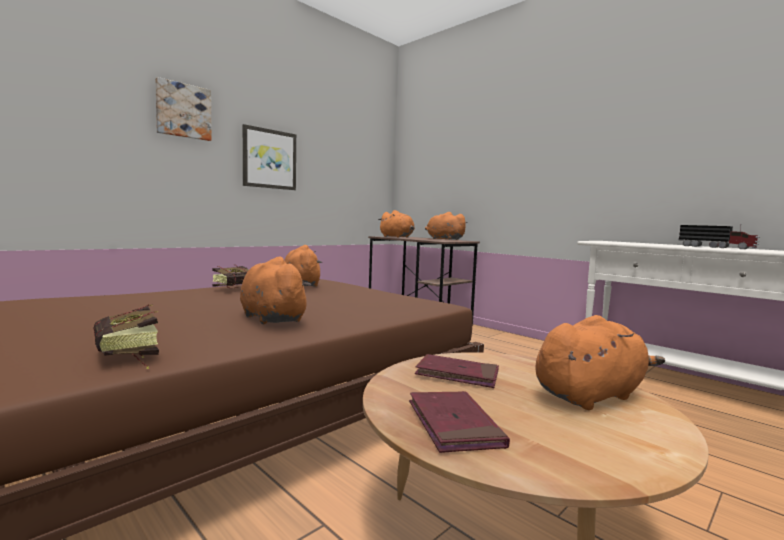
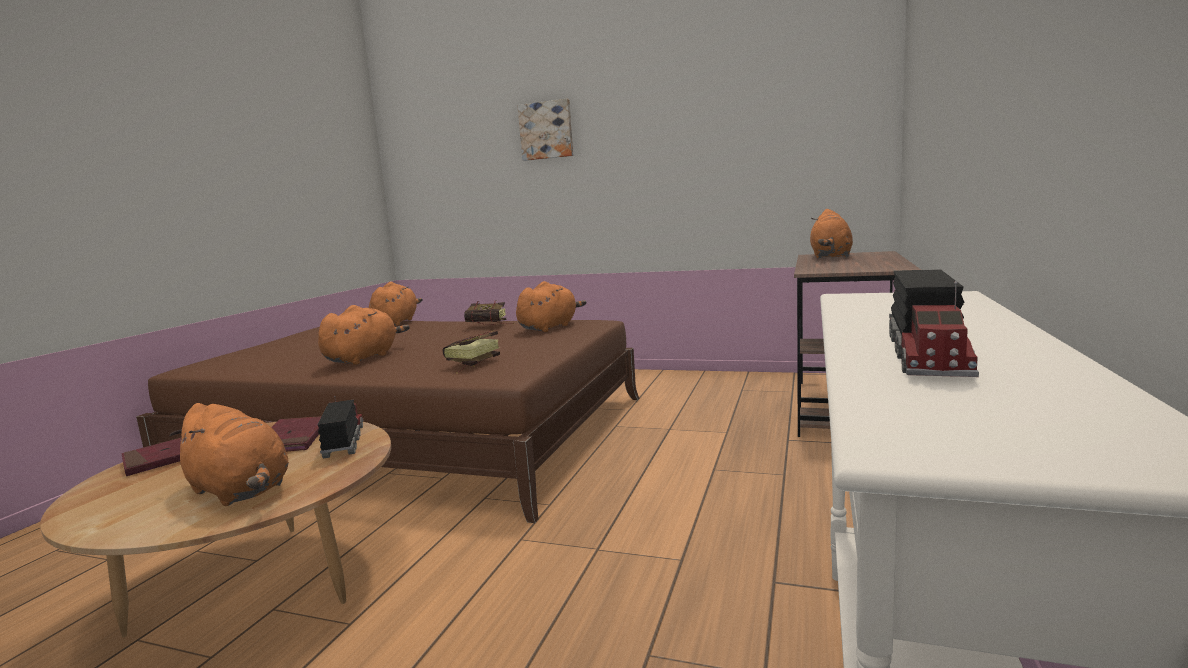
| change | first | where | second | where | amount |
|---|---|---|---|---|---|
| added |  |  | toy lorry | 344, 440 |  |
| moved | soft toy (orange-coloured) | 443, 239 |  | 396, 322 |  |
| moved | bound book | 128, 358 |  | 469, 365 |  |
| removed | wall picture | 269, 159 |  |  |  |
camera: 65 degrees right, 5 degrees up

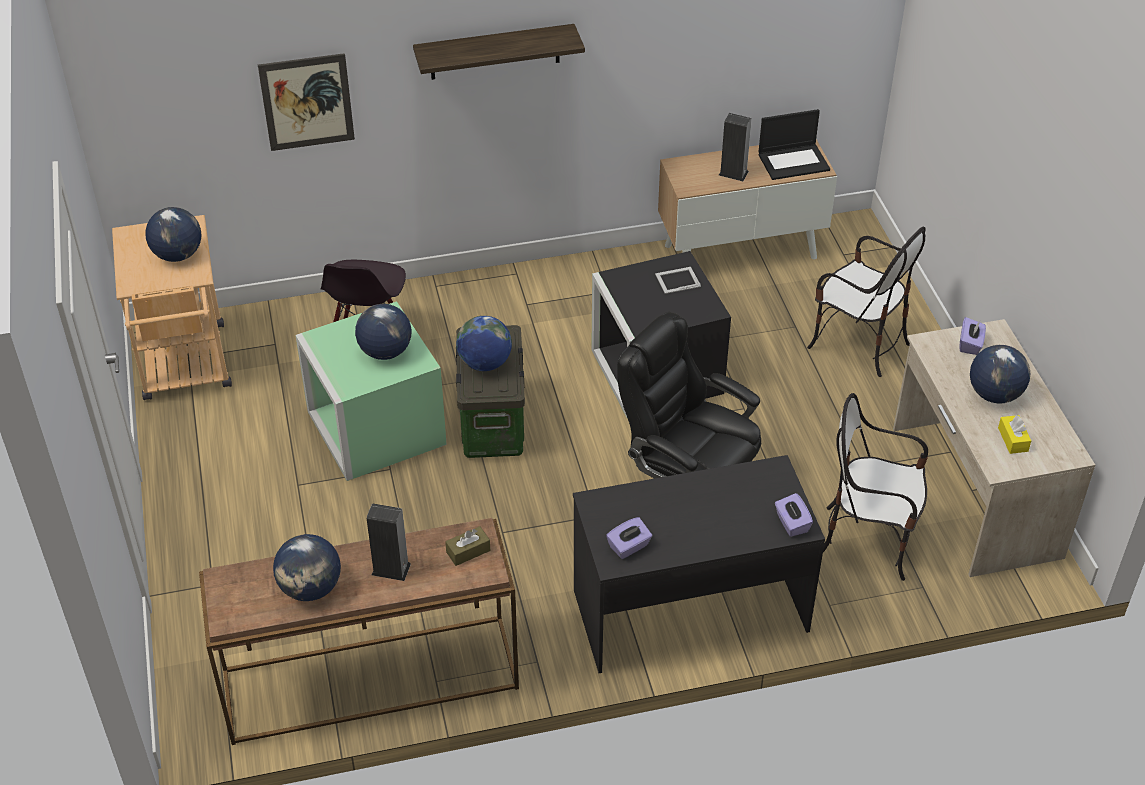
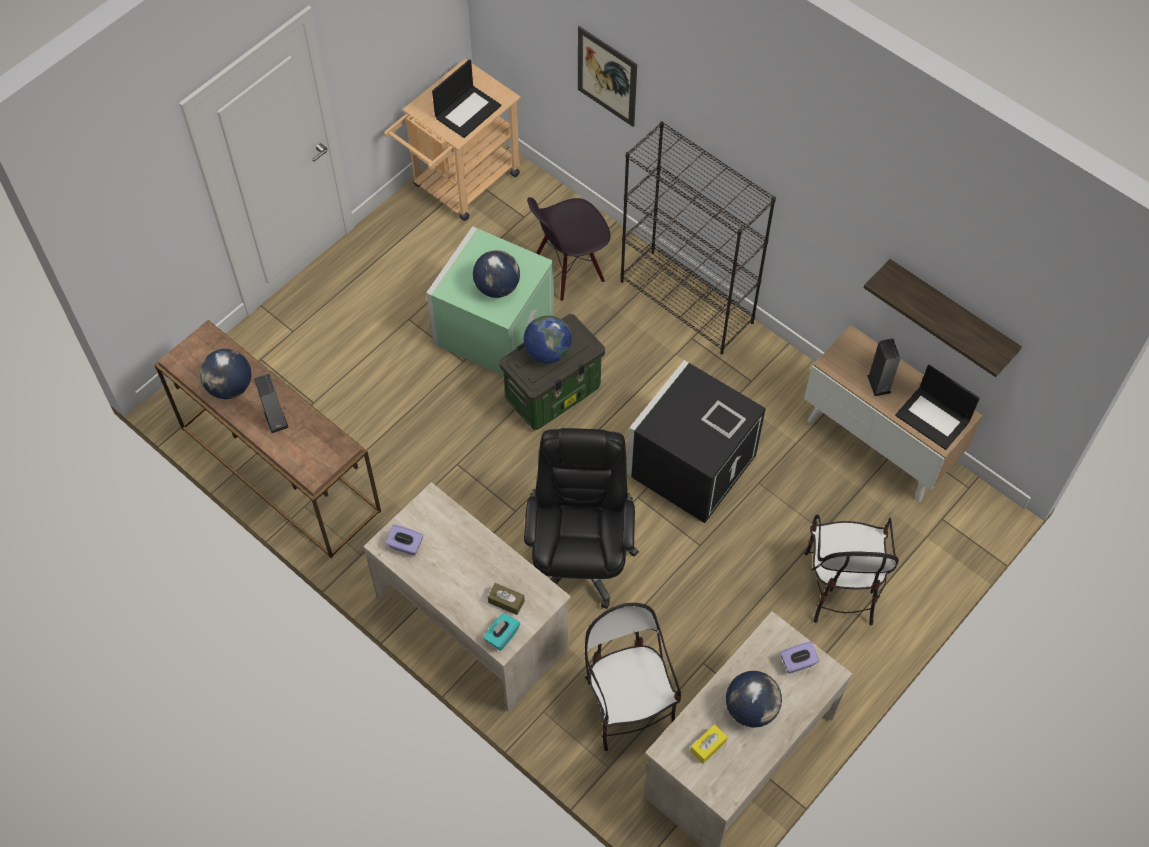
| change | first | where | second | where | amount |
|---|---|---|---|---|---|
| recoloured | desk unit (black) | 689, 609 | desk unit (sand-coloured) | 473, 621 |  |
| replaced | desk globe | 177, 255 | notebook computer | 468, 111 |  |
| recoloured | tissue box (purple) | 791, 523 | tissue box (blue-green) | 502, 636 |  |
| moved | tissue box (brownish) | 468, 551 |  | 506, 601 |  |
| added |  |  | bookcase (black) | 687, 302 |  |
| moved | wall shelf | 495, 52 |  | 950, 313 |  |
camera: 55 degrees right, 15 degrees up

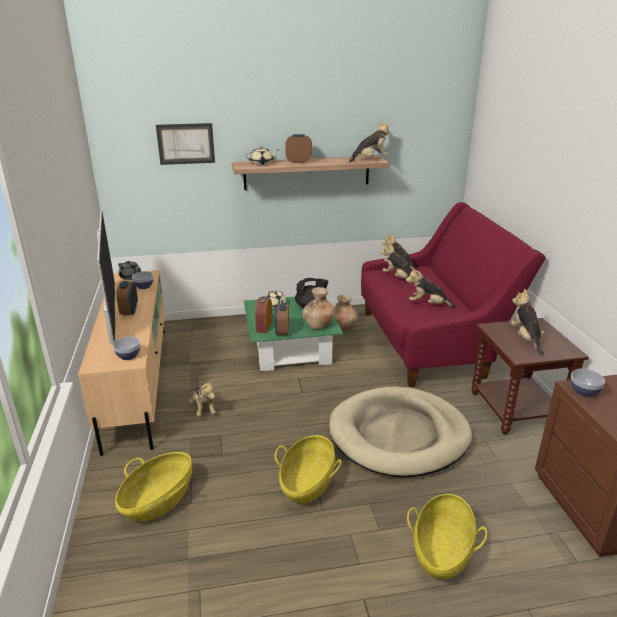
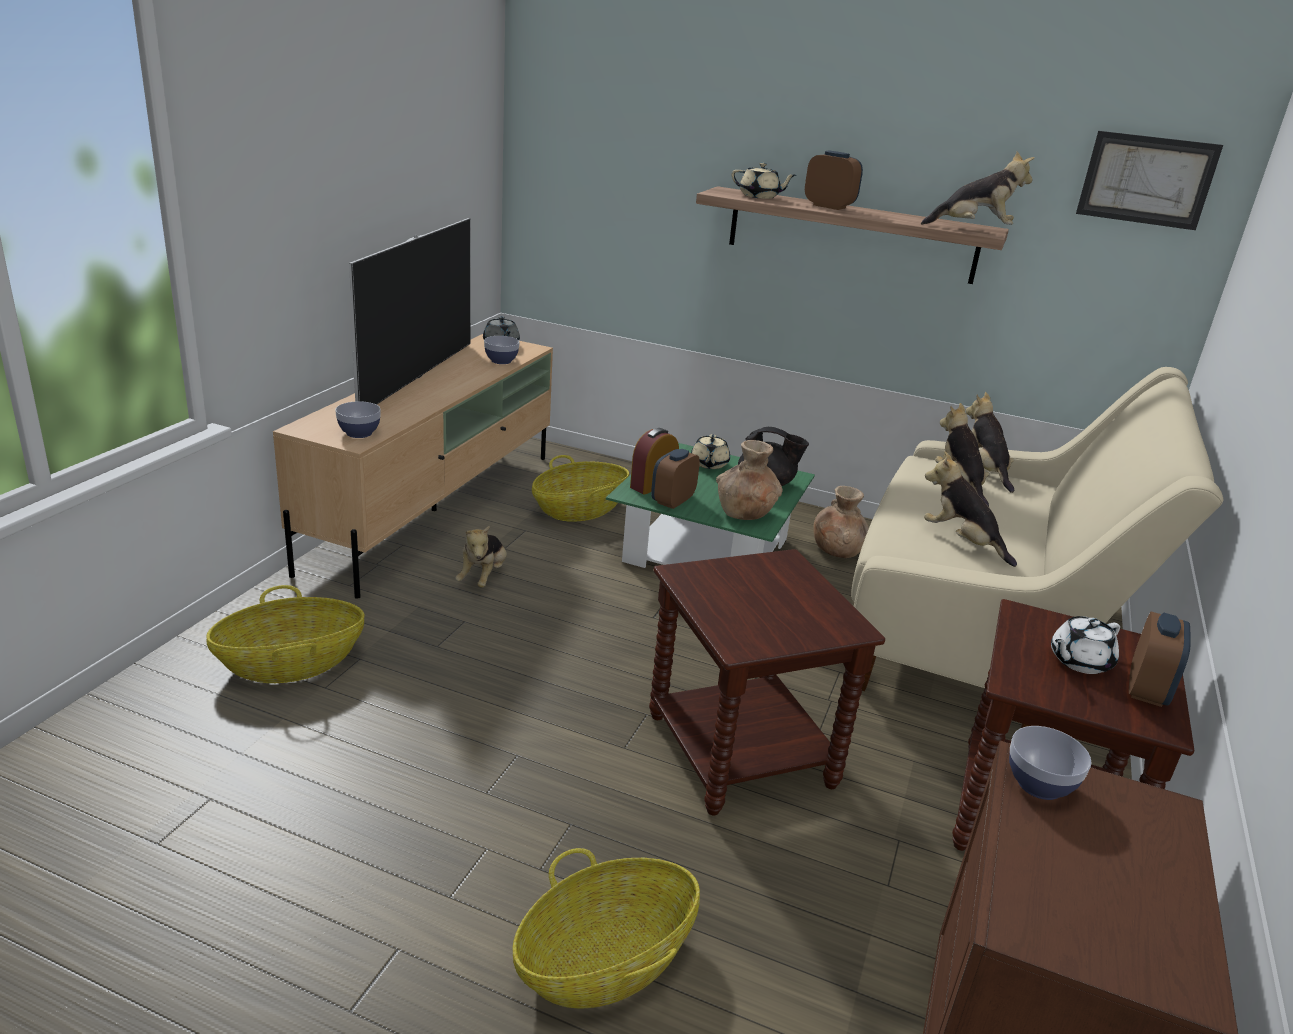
| change | first | where | second | where | amount |
|---|---|---|---|---|---|
| moved | storage basket | 307, 483 |  | 580, 509 |  |
| replaced | dog bed (sand-coloured) | 399, 435 | accent table (brownish) | 742, 751 |  |
| recoloured | settee (red-coloured) | 430, 341 | settee (sand-coloured) | 982, 634 |  |
| replaced | soft toy | 526, 339 | teapot (whitish) | 1078, 661 |  |
| moved | wall picture | 186, 143 |  | 1146, 180 |  |
| moved | bedside clock | 129, 311 |  | 1146, 690 |  |
camera: 30 degrees right, 0 degrees up

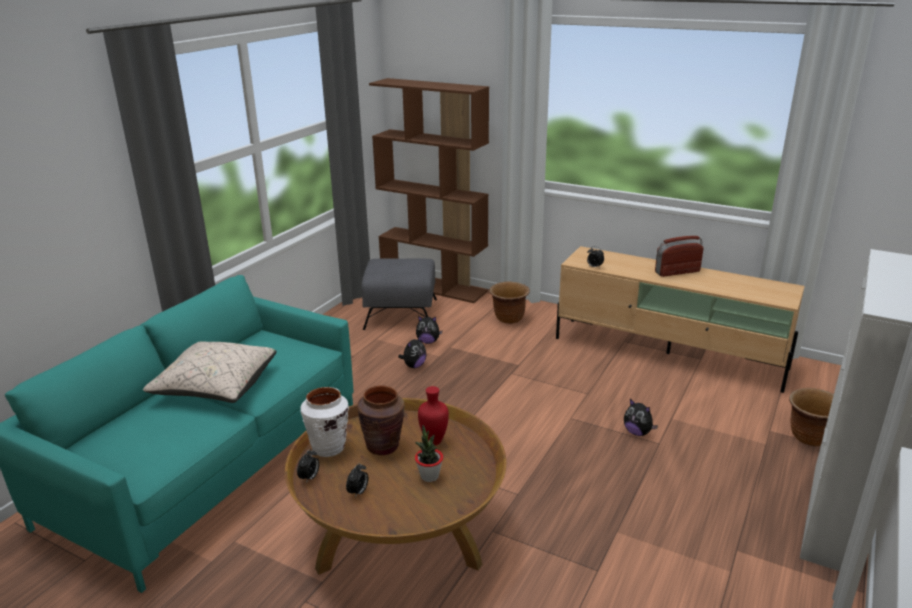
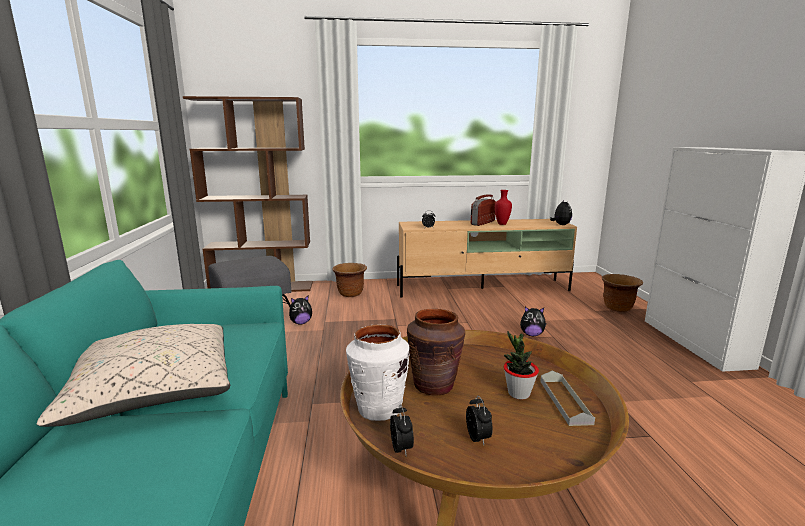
| change | first | where | second | where | amount |
|---|---|---|---|---|---|
| moved | decorative vase (red-coloured) | 434, 442 |  | 502, 224 |  |
| added |  |  | serving tray (gray) | 565, 401 |  |
| moved | soft toy | 414, 366 |  | 560, 225 |  |
camera: 35 degrees left, 10 degrees down

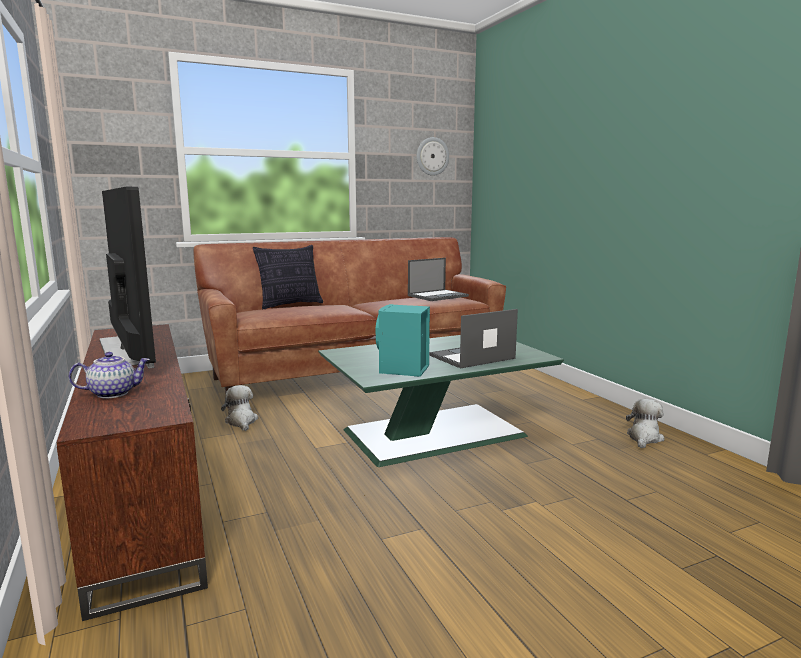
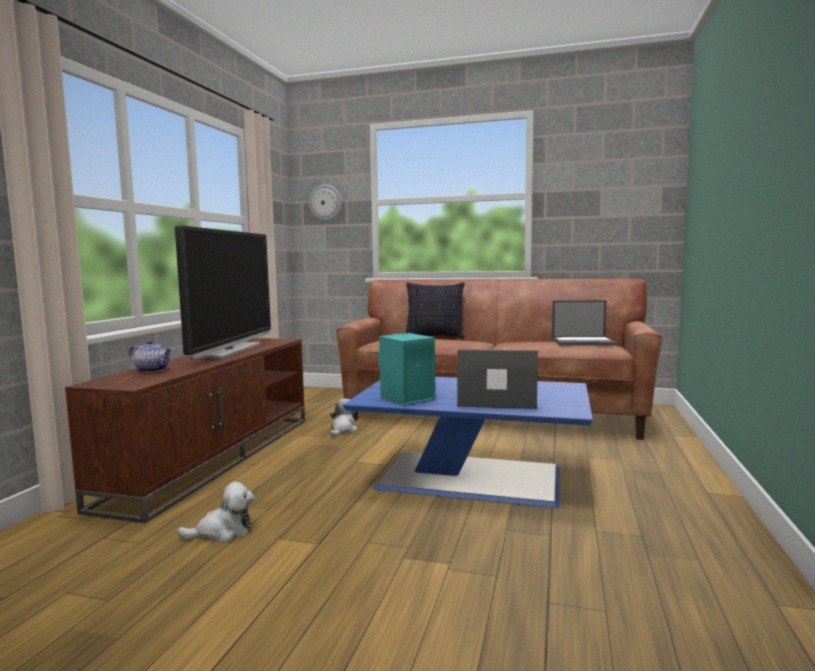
| change | first | where | second | where | amount |
|---|---|---|---|---|---|
| moved | soft toy | 644, 438 |  | 223, 532 |  |
| moved | hanging clock | 432, 156 |  | 325, 203 |  |
| recoloured | low table (greenish) | 437, 432 | low table (blue-coloured) | 473, 477 |  |
camera: 40 degrees right, 5 degrees down

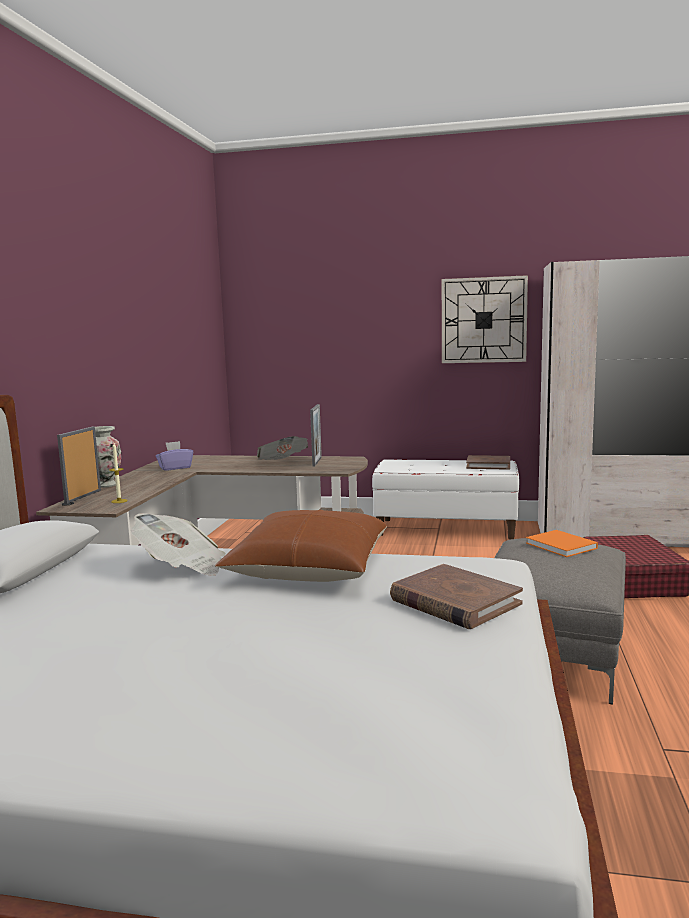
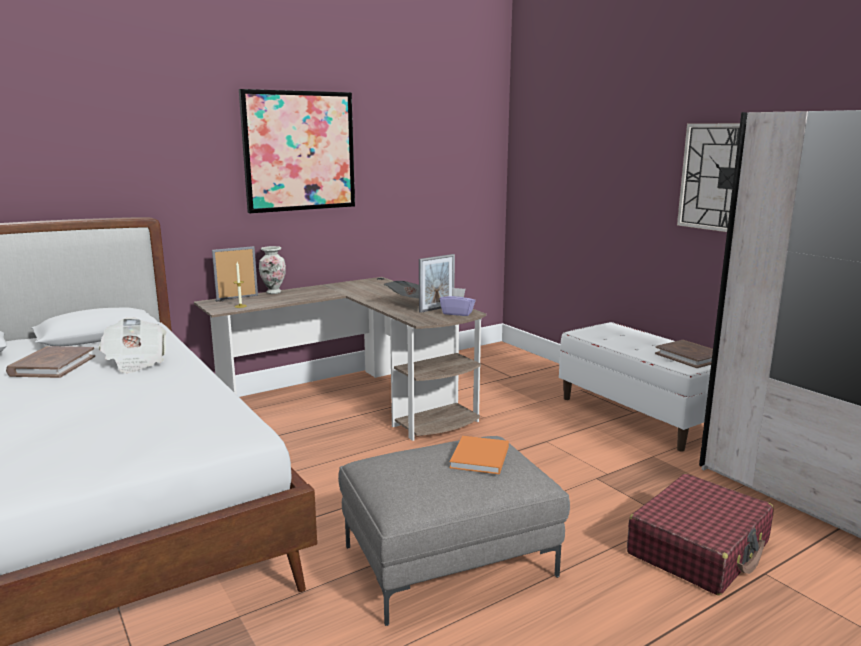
| change | first | where | second | where | amount |
|---|---|---|---|---|---|
| moved | bound book (brownish) | 454, 602 |  | 52, 366 |  |
| added |  |  | wall picture | 299, 151 |  |
| moved | tissue box (purple) | 175, 468 |  | 457, 313 |  |
| removed | cushion (brownish) | 308, 568 |  |  |  |
camera: 45 degrees right, 5 degrees up

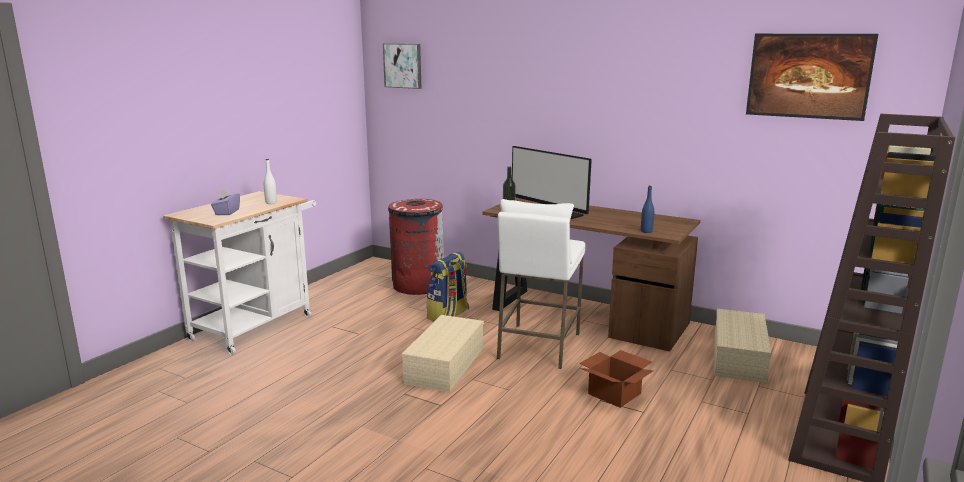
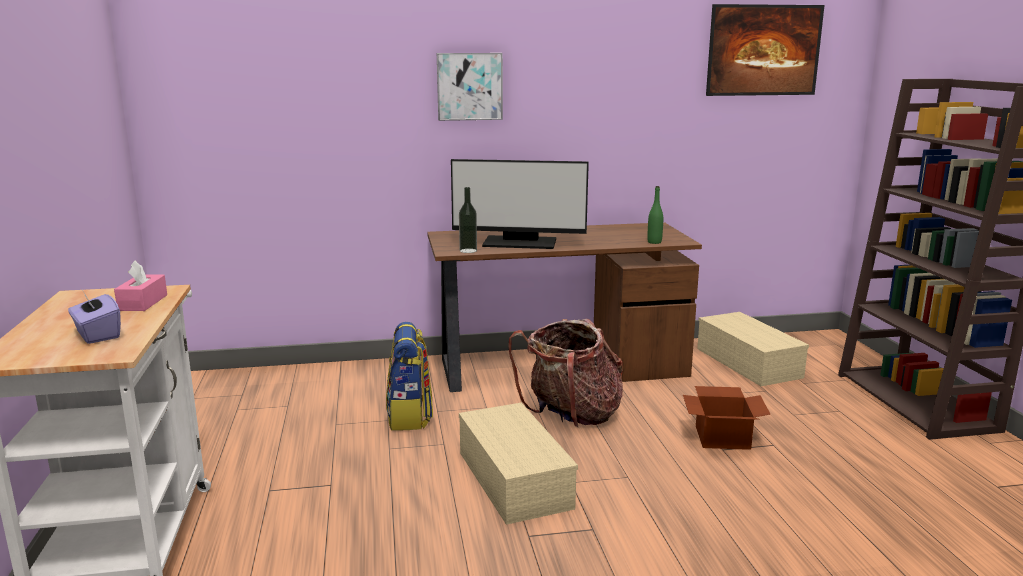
| change | first | where | second | where | amount |
|---|---|---|---|---|---|
| replaced | bottle (whitish) | 271, 203 | tissue box (pink) | 143, 303 |  |
| moved | wall picture | 403, 65 |  | 469, 86 |  |
| replaced | stool (whitish) | 538, 346 | rucksack | 571, 416 |  |
| recoloured | bottle (blue-coloured) | 646, 231 | bottle (greenish) | 654, 242 |  |
| removed | waste bin (red-coloured) | 418, 285 |  |  |  |
camera: 40 degrees left, 0 degrees up

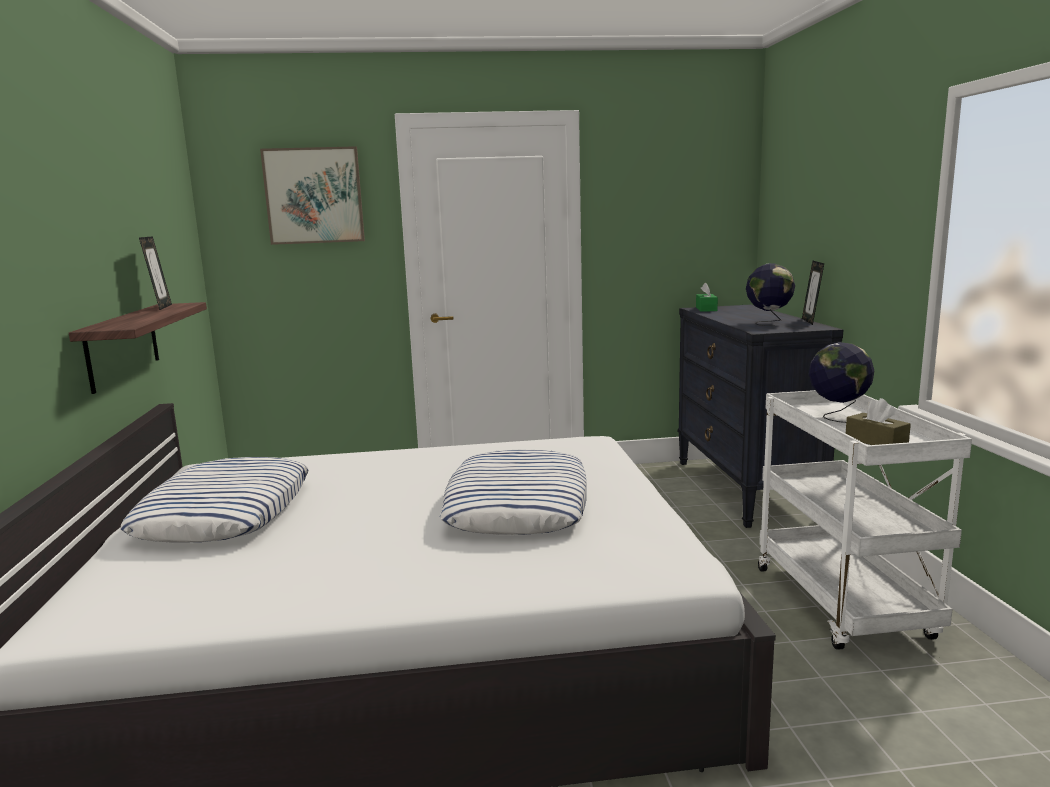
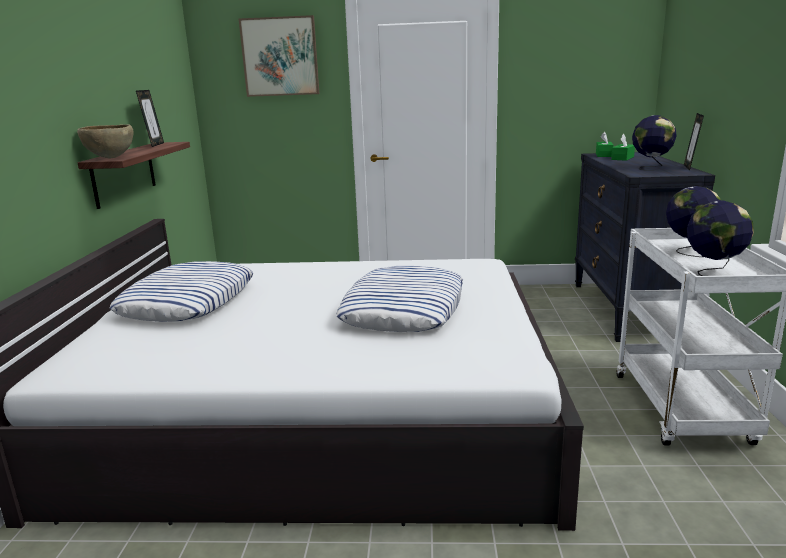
| change | first | where | second | where | amount |
|---|---|---|---|---|---|
| added |  |  | serving bowl (brownish) | 110, 158 |  |
| added |  |  | tissue box (greenish) | 622, 158 |  |
| replaced | tissue box (brownish) | 876, 441 | desk globe | 713, 273 |  |
camera: 10 degrees right, 5 degrees up

